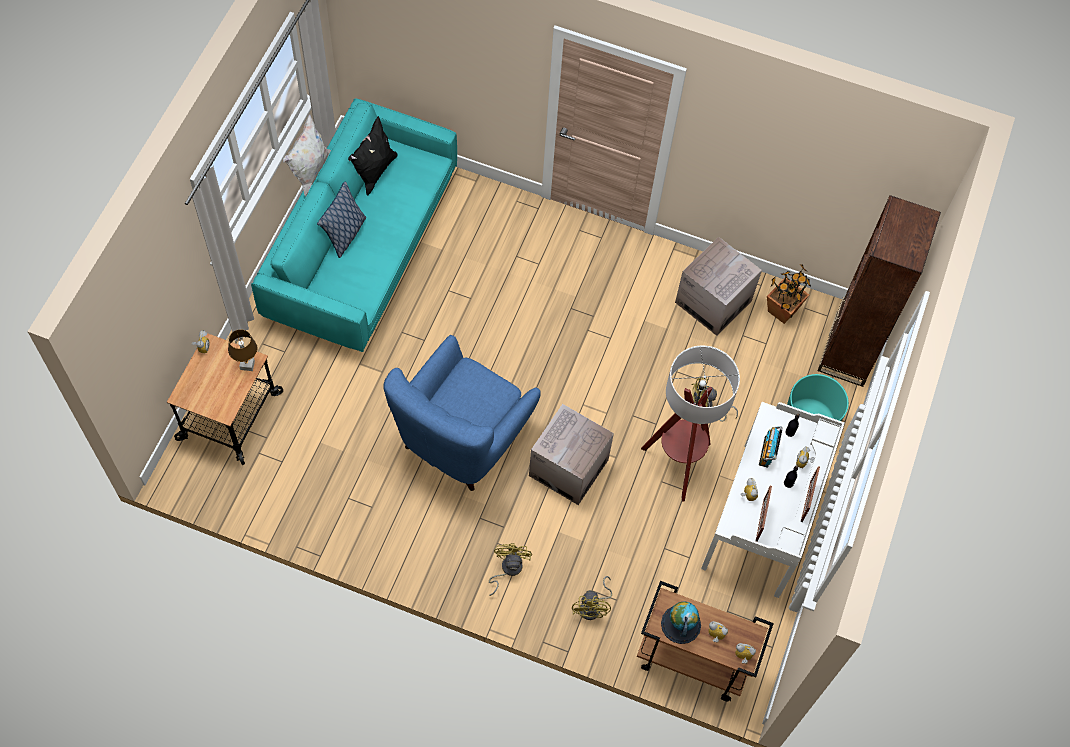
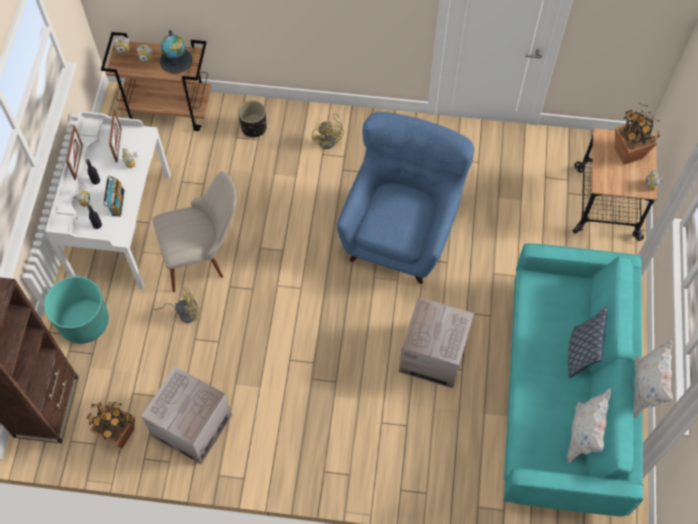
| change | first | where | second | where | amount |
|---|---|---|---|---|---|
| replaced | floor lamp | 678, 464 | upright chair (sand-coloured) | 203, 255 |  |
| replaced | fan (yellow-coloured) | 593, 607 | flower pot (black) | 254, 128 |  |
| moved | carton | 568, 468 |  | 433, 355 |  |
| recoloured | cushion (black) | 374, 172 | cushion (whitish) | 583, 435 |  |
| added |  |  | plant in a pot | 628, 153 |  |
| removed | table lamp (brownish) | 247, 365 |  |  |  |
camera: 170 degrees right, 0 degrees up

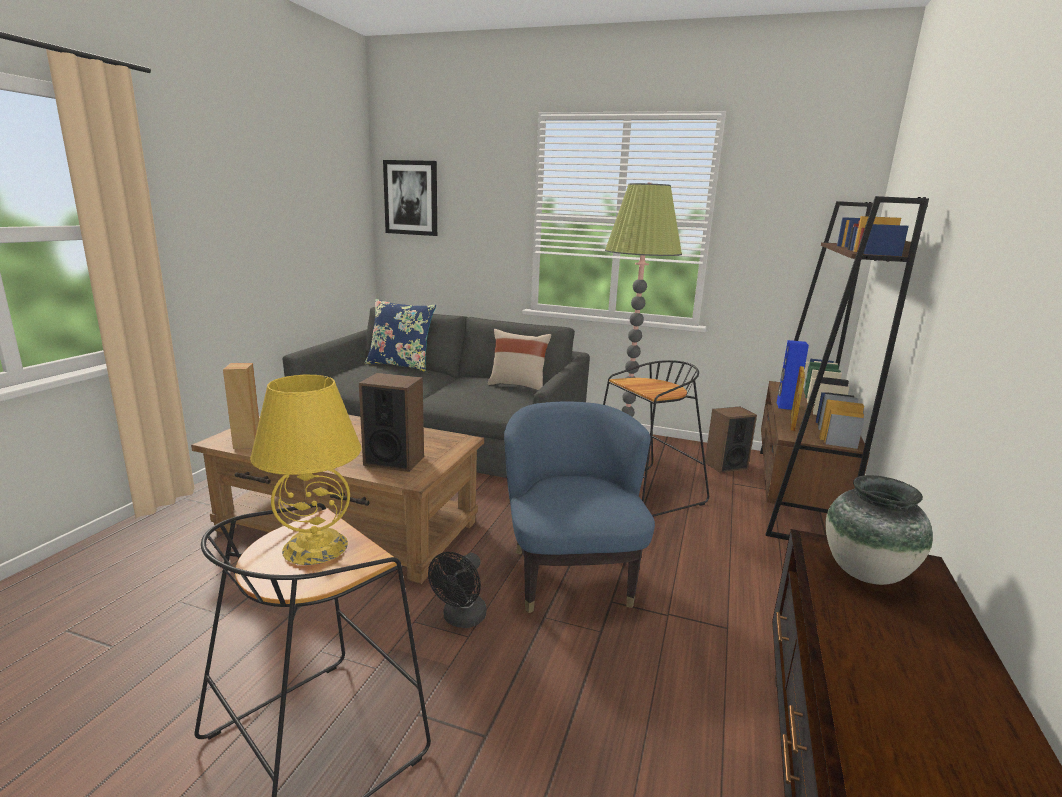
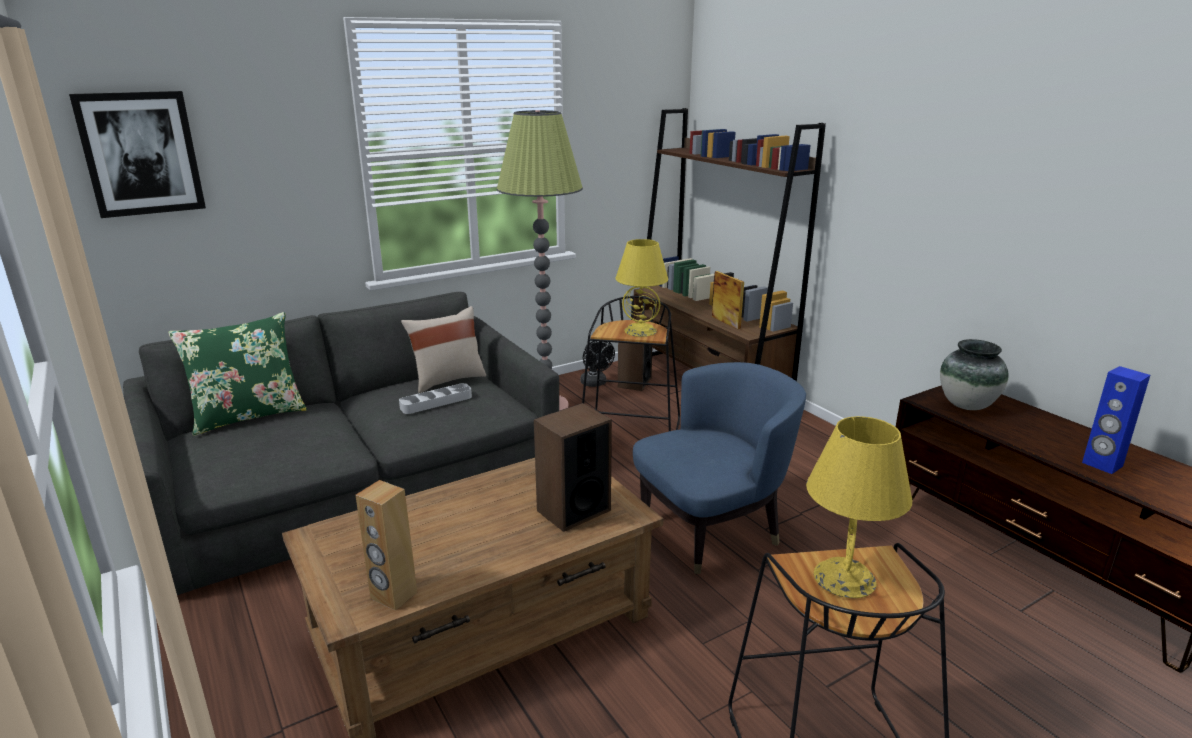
| change | first | where | second | where | amount |
|---|---|---|---|---|---|
| recoloured | cushion (blue-coloured) | 400, 365 | cushion (greenish) | 249, 415 |  |
| added |  |  | serving tray (gray) | 436, 402 |  |
| moved | fan (black) | 461, 619 |  | 595, 383 |  |
| added |  |  | table lamp (yellow-coloured) | 640, 331 |  |
| turned | armchair (blue-coloured) | 569, 575 |  | 712, 530 | 120 degrees clockwise |
| moved | loudspeaker (blue-coloured) | 786, 406 |  | 1102, 464 |  |
camera: 50 degrees left, 5 degrees up

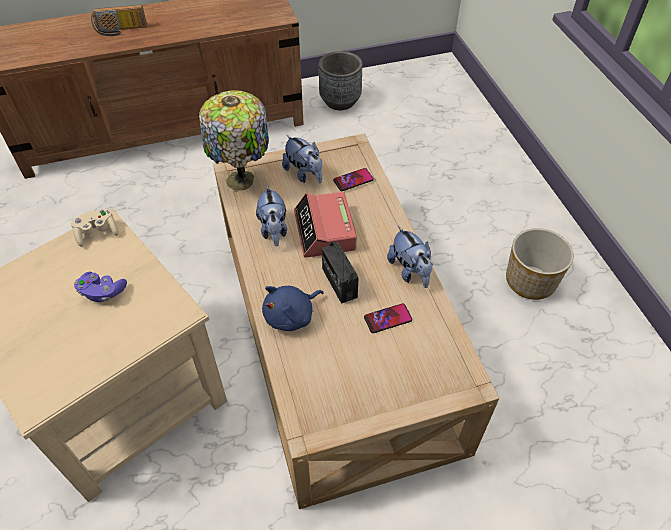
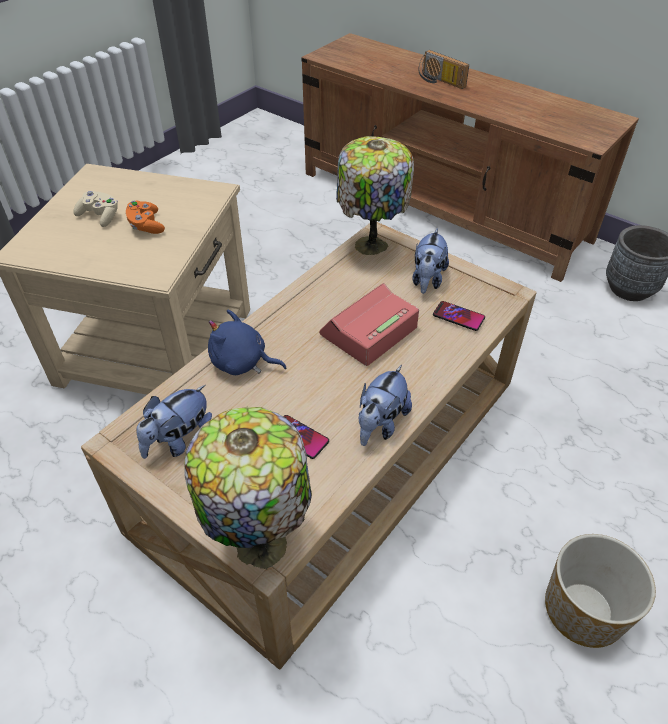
| change | first | where | second | where | amount |
|---|---|---|---|---|---|
| moved | game controller (sand-coloured) | 97, 233 |  | 100, 216 |  |
| recoloured | game controller (purple) | 102, 292 | game controller (orange-coloured) | 146, 226 |  |
| moved | soft toy | 273, 230 |  | 179, 441 |  |
| added |  |  | table lamp | 261, 541 |  |
| removed | radio receiver | 339, 283 |  |  |  |
camera: 55 degrees right, 5 degrees down

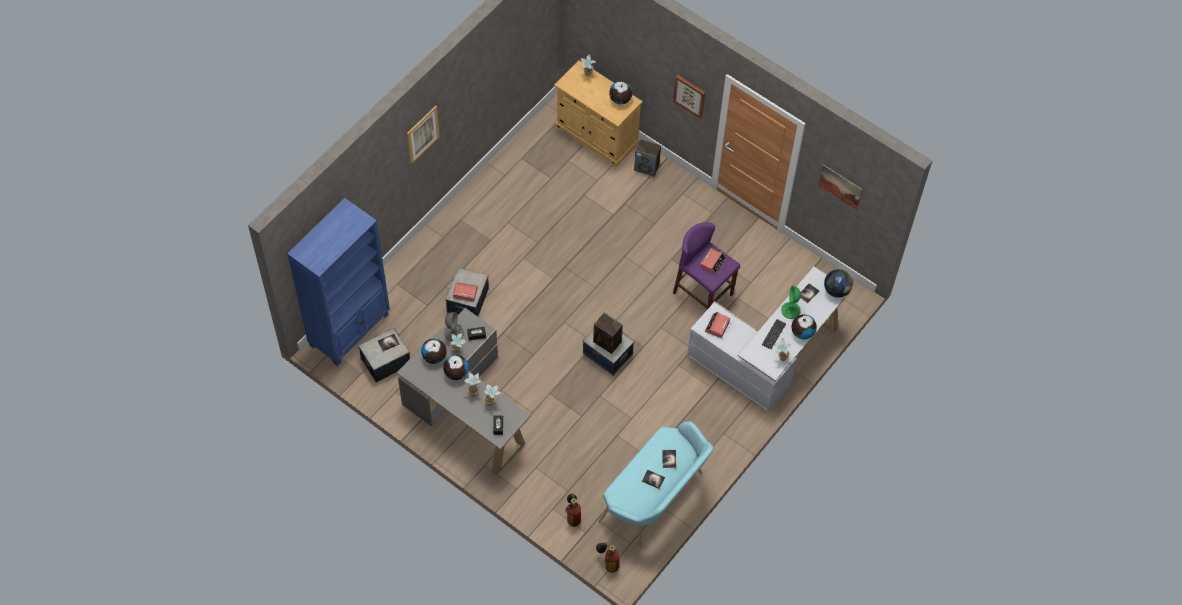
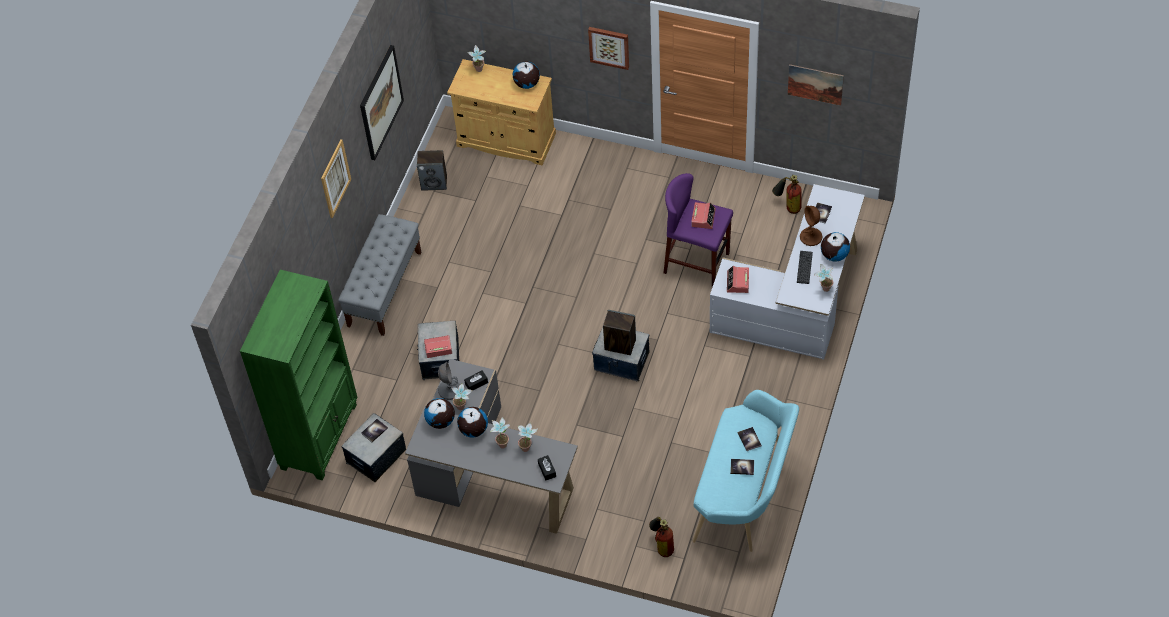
| change | first | where | second | where | amount |
|---|---|---|---|---|---|
| recoloured | bookcase (blue-coloured) | 350, 329 | bookcase (greenish) | 320, 436 |  |
| added |  |  | long seat (gray) | 384, 288 |  |
| added |  |  | wall picture | 380, 102 |  |
| moved | loudspeaker | 647, 167 |  | 434, 182 |  |
| moved | extinguisher | 608, 562 |  | 788, 206 |  |
| recoloured | table lamp (greenish) | 790, 310 | table lamp (brownish) | 811, 237 |  |
| removed | desk globe | 836, 290 |  |  |  |
camera: 15 degrees left, 5 degrees down

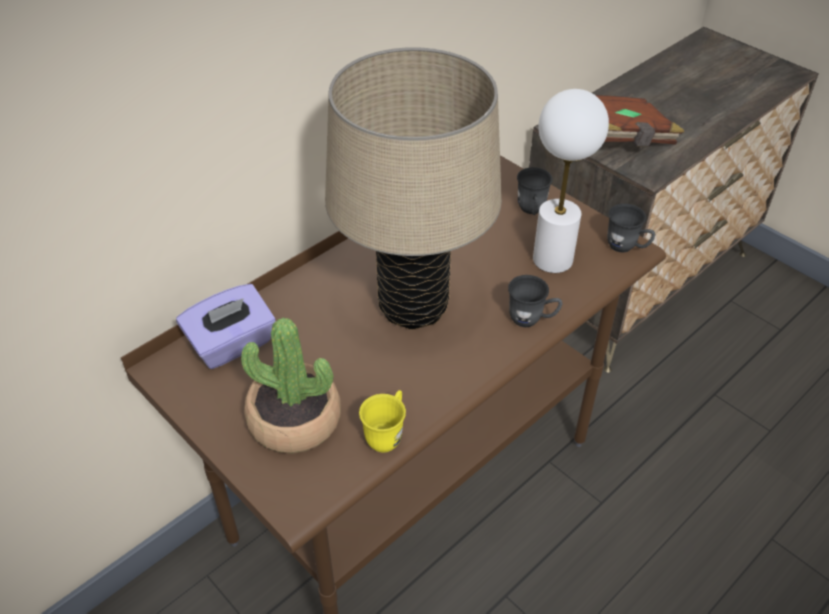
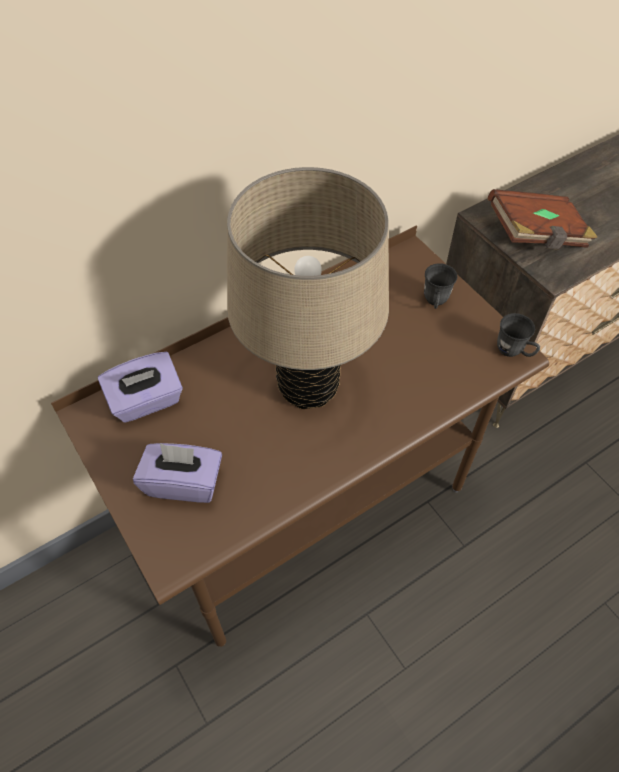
| change | first | where | second | where | amount |
|---|---|---|---|---|---|
| replaced | plant in a pot | 294, 420 | tissue box (purple) | 184, 482 |  |
| removed | mug (yellow-coloured) | 387, 435 |  |  |  |
| removed | mug (gray) | 531, 320 |  |  |  |
| removed | table lamp (whitish) | 553, 260 |  |  |  |
camera: 10 degrees right, 10 degrees up

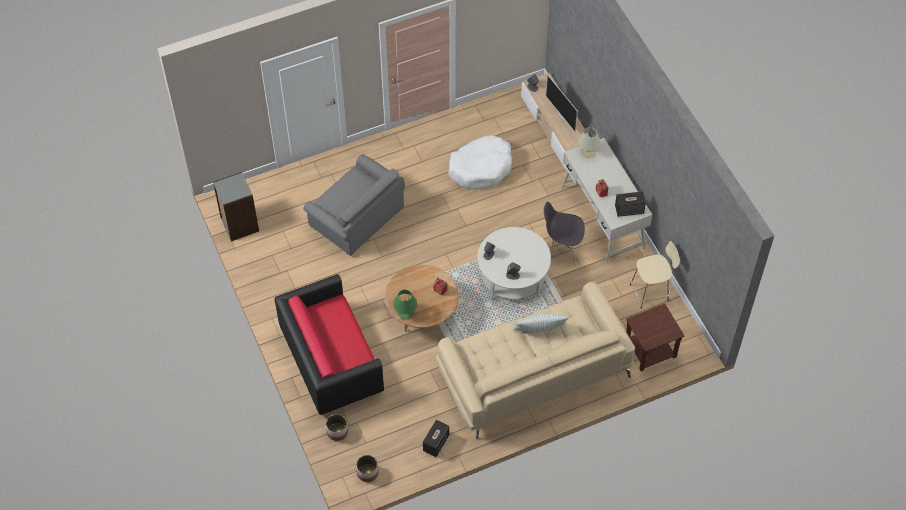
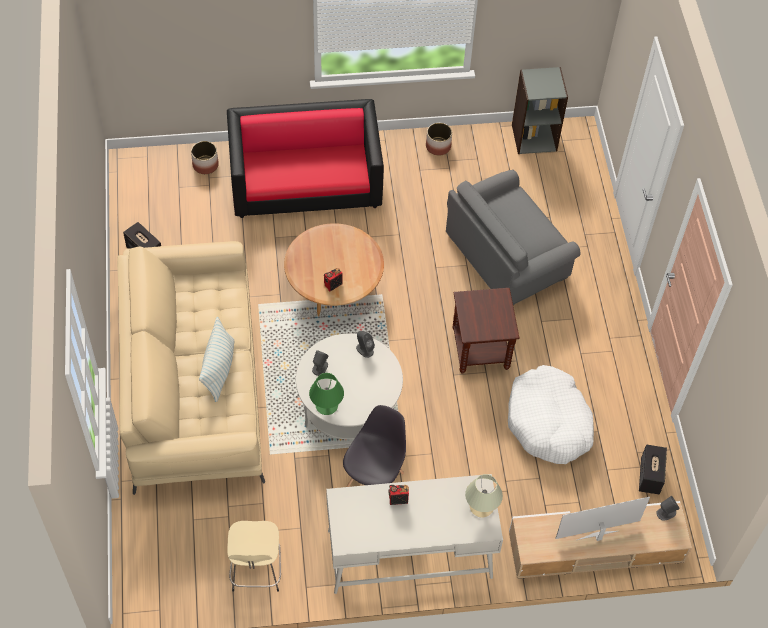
| change | first | where | second | where | amount |
|---|---|---|---|---|---|
| moved | table lamp (greenish) | 405, 312 |  | 327, 405 |  |
| moved | flower pot | 367, 472 |  | 438, 146 |  |
| moved | accent table (brownish) | 650, 351 |  | 479, 348 |  |
| moved | loudspeaker | 629, 209 |  | 650, 476 |  |
camera: 105 degrees right, 0 degrees up

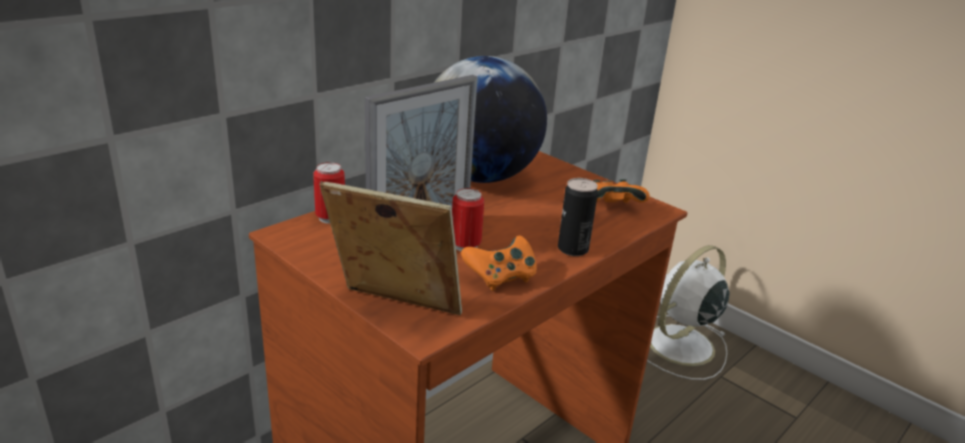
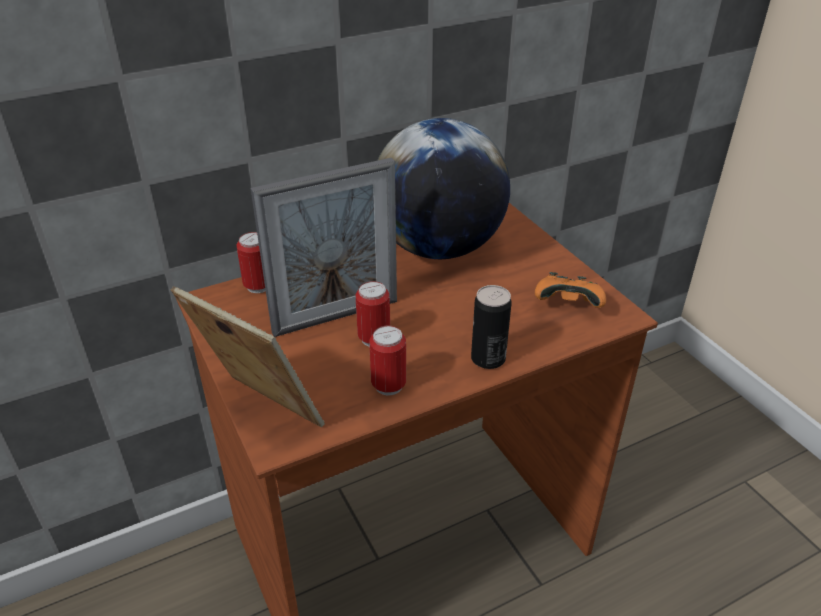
| change | first | where | second | where | amount |
|---|---|---|---|---|---|
| replaced | game controller (orange-coloured) | 500, 277 | metal can | 388, 385 |  |
| removed | fan (whitish) | 678, 346 |  |  |  |
camera: 20 degrees right, 10 degrees up

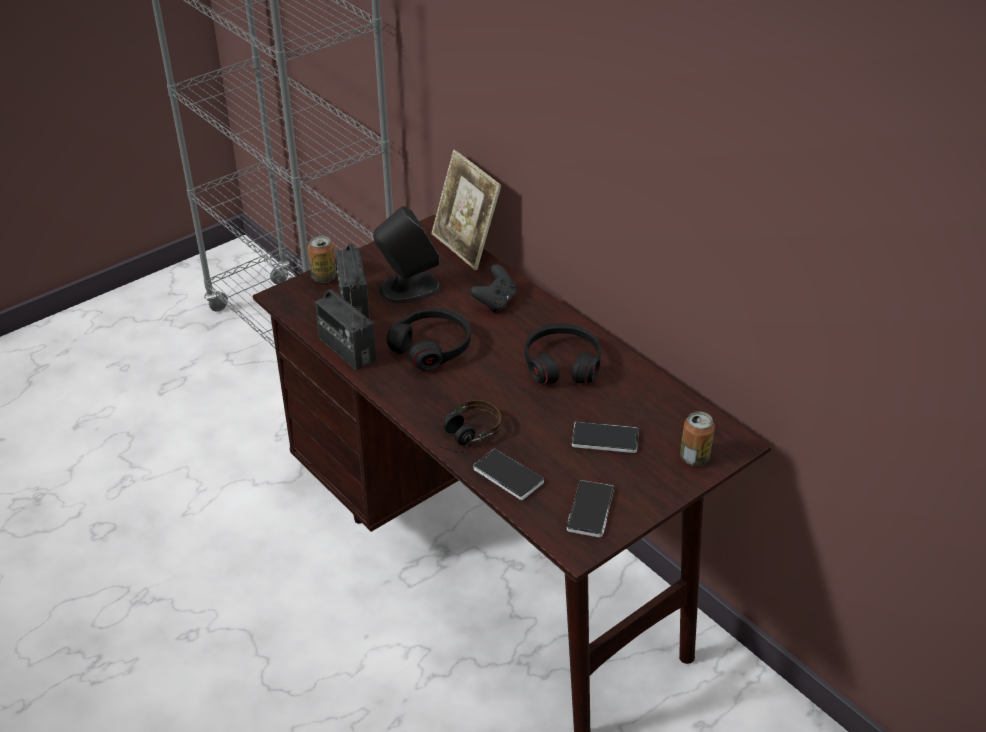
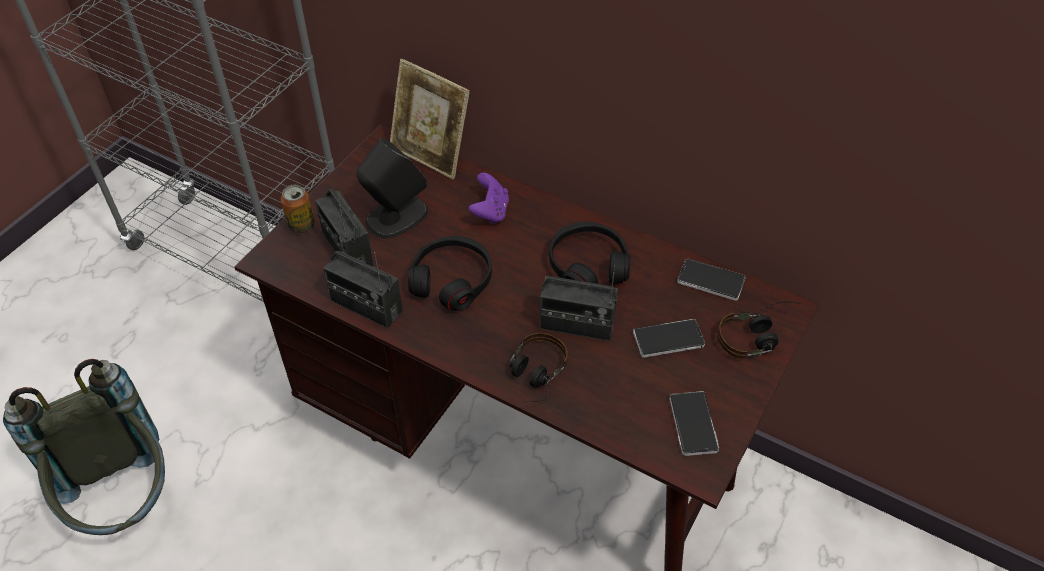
| change | first | where | second | where | amount |
|---|---|---|---|---|---|
| added |  |  | rucksack (gray) | 125, 502 |  |
| recoloured | game controller (black) | 495, 302 | game controller (purple) | 490, 212 |  |
| added |  |  | radio receiver | 576, 325 |  |
| moved | telephone | 508, 476 |  | 711, 281 |  |
| replaced | metal can | 694, 458 | headset | 758, 336 |  |
camera: 20 degrees left, 10 degrees up

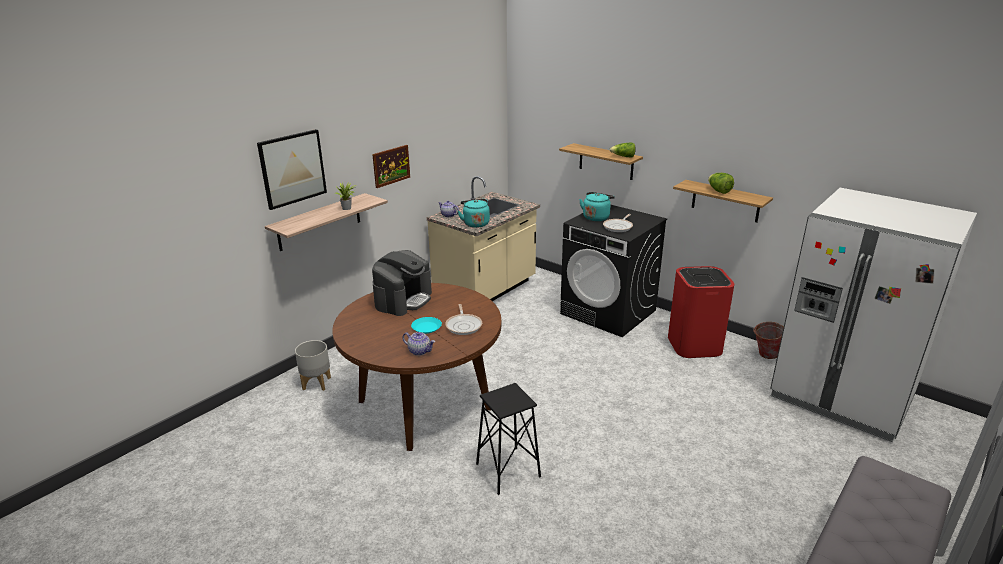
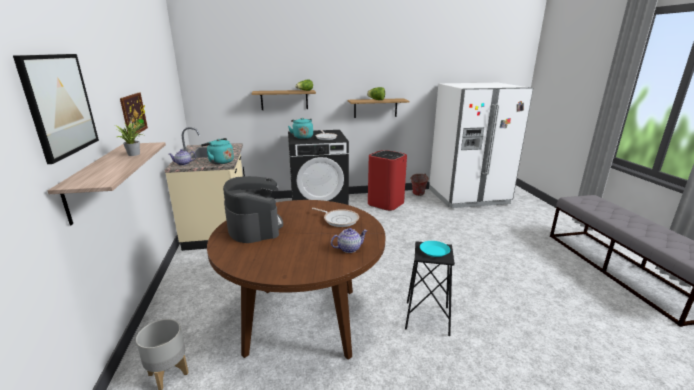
| change | first | where | second | where | amount |
|---|---|---|---|---|---|
| moved | plate (blue-green) | 426, 328 |  | 434, 251 |  |
camera: 50 degrees left, 5 degrees down

